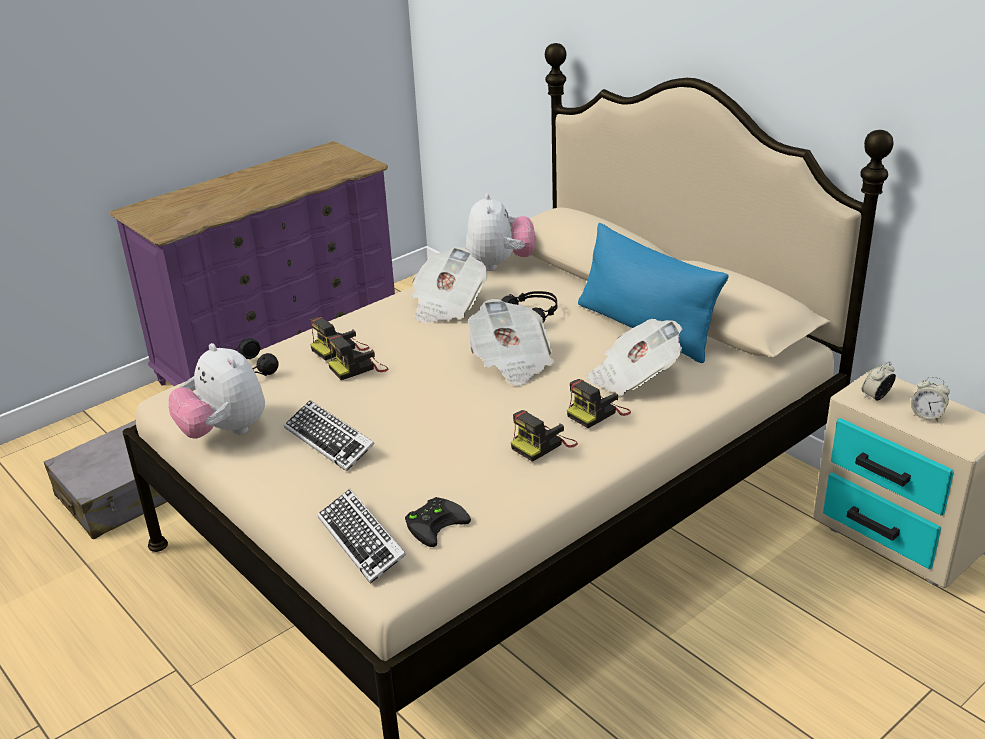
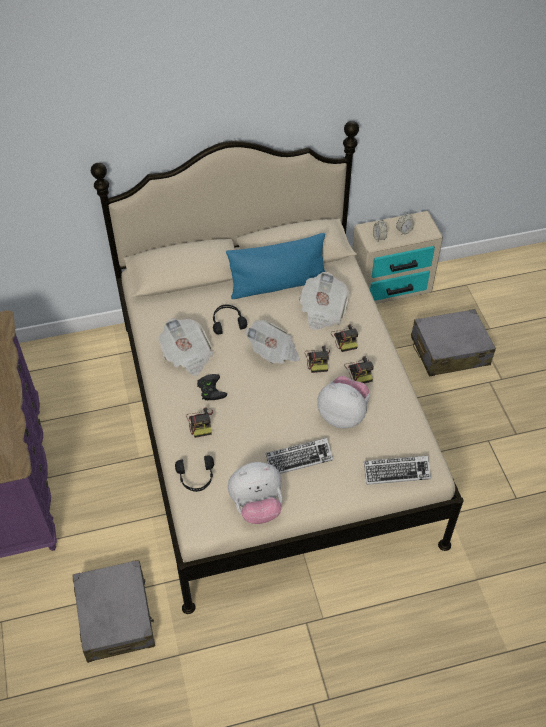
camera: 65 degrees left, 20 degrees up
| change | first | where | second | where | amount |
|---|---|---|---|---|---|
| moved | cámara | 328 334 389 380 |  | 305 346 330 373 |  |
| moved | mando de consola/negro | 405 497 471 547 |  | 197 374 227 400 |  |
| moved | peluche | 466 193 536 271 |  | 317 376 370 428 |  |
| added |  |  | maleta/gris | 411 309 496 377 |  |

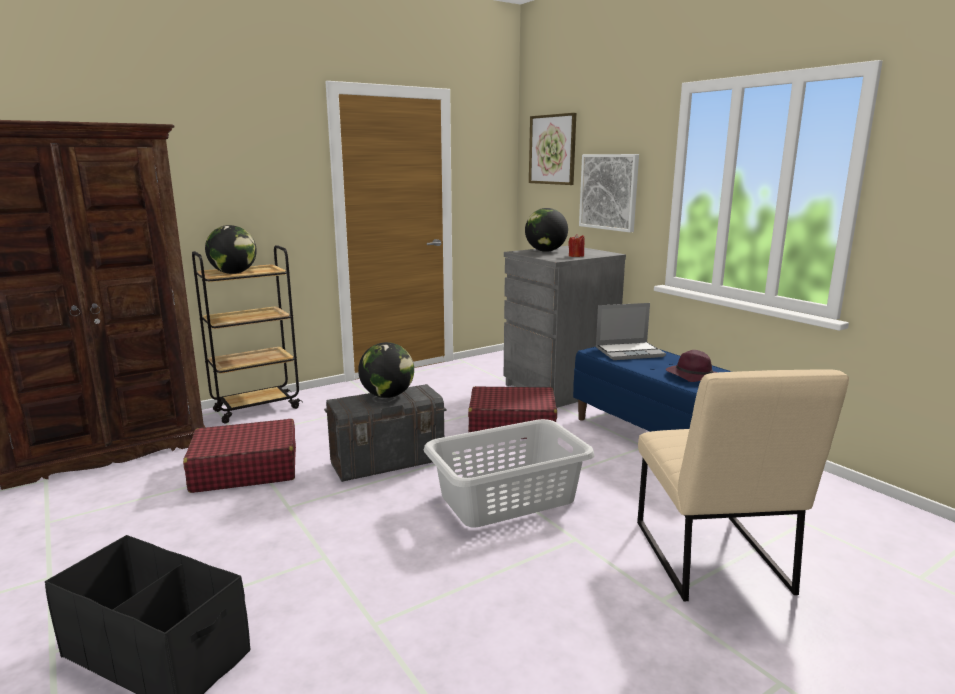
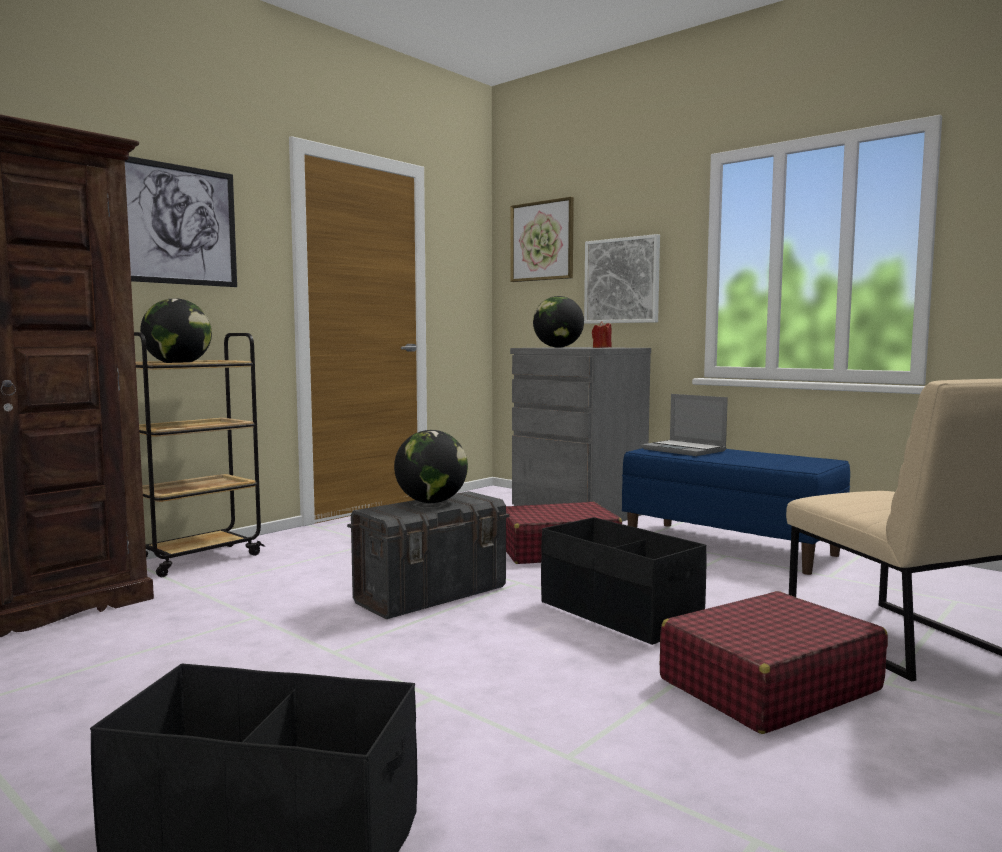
camera: 15 degrees left, 10 degrees down
| change | first | where | second | where | amount |
|---|---|---|---|---|---|
| moved | maleta/rojo | 183 419 296 493 |  | 660 591 888 734 |  |
| replaced | cesto de la ropa/gris | 424 419 595 528 | caja de almacenaje/negro | 541 517 706 645 |  |
| turned | portátil | 595 303 666 360 |  | 641 394 728 456 | 75 degrees clockwise |
| removed | sombrero/morado | 666 350 718 382 |  |  |  |
| added |  |  | cuadro | 125 156 237 287 |  |

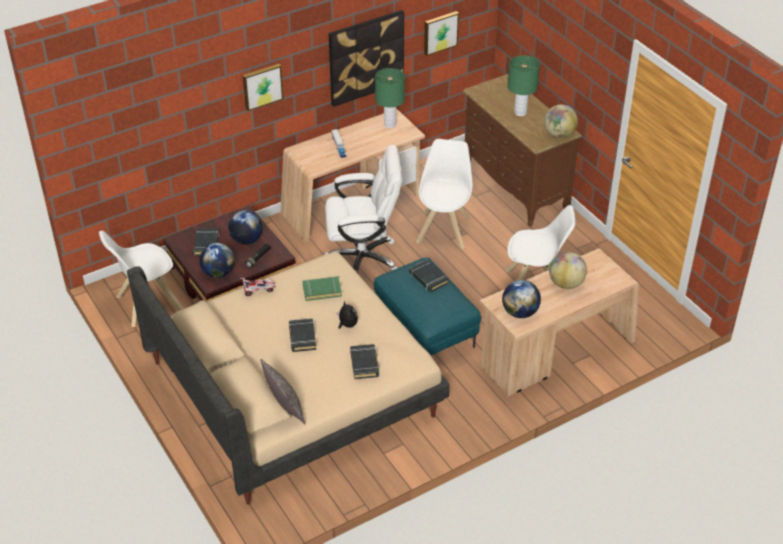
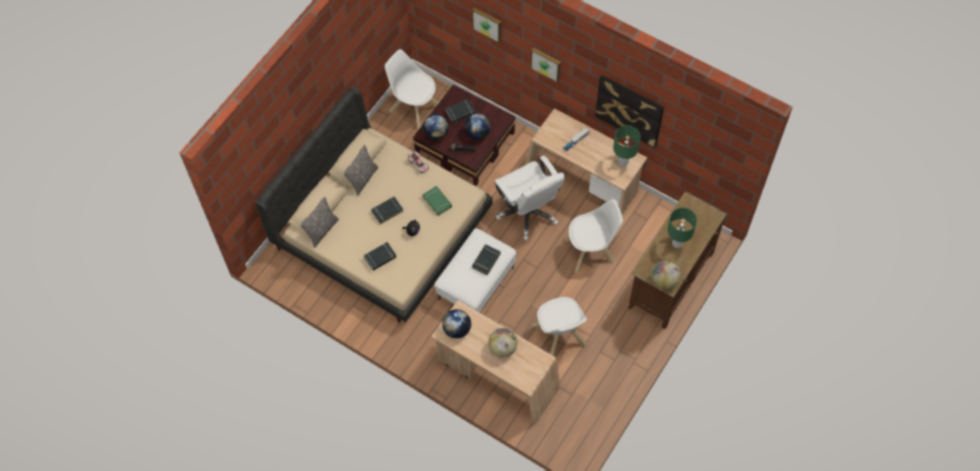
camera: 65 degrees right, 20 degrees up
| change | first | where | second | where | amount |
|---|---|---|---|---|---|
| recoloured | puf/turquesa | 374 258 482 355 | puf/blanco | 434 228 516 313 |  |
| moved | cuadro | 424 11 459 56 |  | 472 7 501 43 |  |
| added |  |  | cojín | 344 145 378 196 |  |

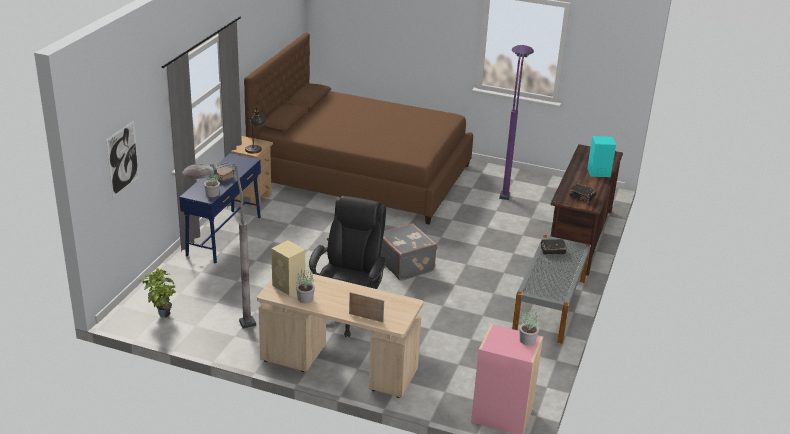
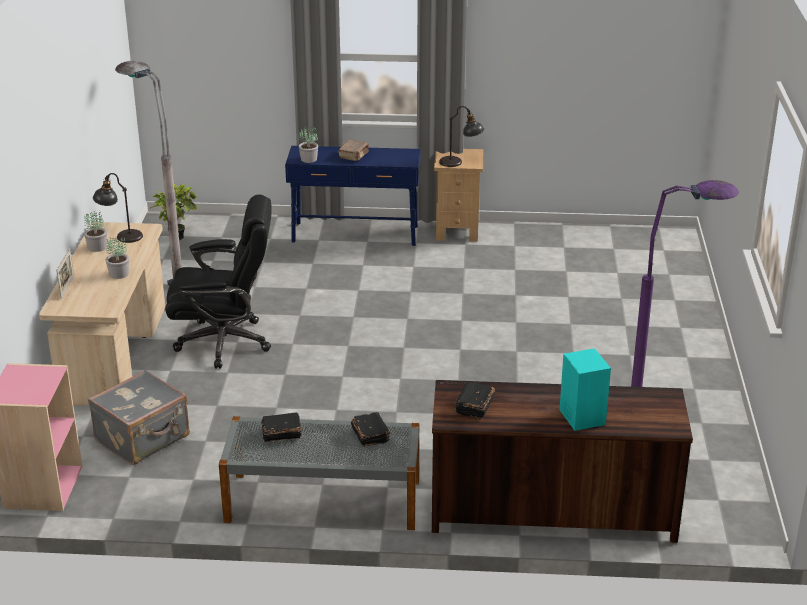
camera: 75 degrees right, 0 degrees up
| change | first | where | second | where | amount |
|---|---|---|---|---|---|
| removed | cuadro | 106 121 139 197 |  |  |  |
| removed | cama/marrón | 244 33 473 224 |  |  |  |
| replaced | altavoz/beis | 271 240 305 296 | lámpara de mesa/gris | 93 173 143 243 |  |
| moved | maleta/gris | 380 223 437 281 |  | 88 370 190 465 |  |
| moved | planta en maceta | 519 309 540 345 |  | 106 238 129 279 |  |
| added |  |  | libro/negro | 262 413 302 442 |  |

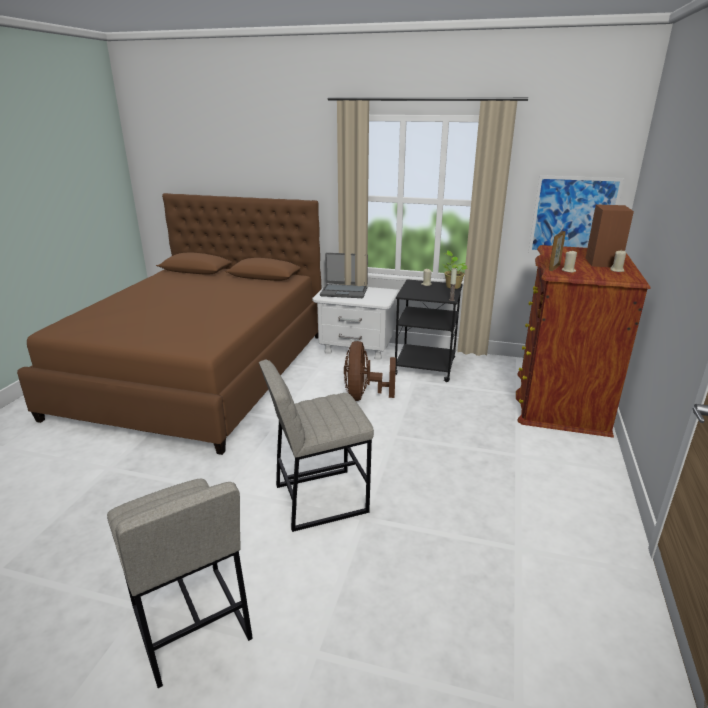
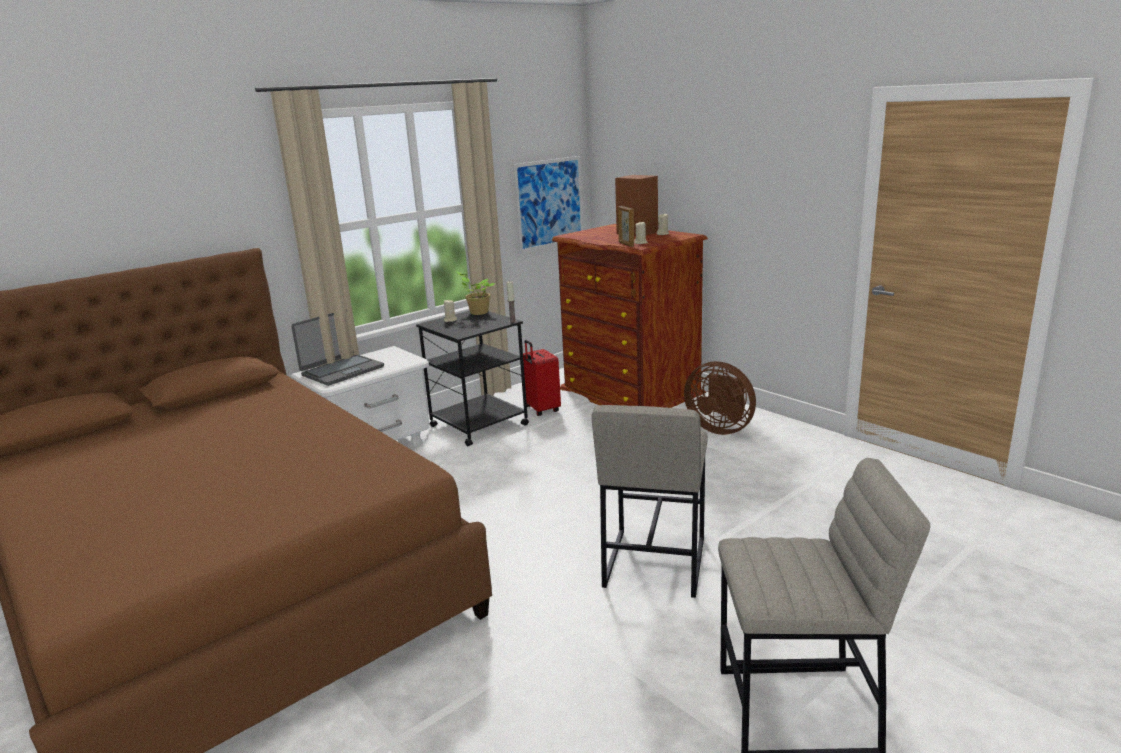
camera: 55 degrees left, 5 degrees down
| change | first | where | second | where | amount |
|---|---|---|---|---|---|
| moved | ventilador/marrón | 344 341 396 401 |  | 684 361 756 435 |  |
| added |  |  | maleta/rojo | 523 340 561 416 |  |

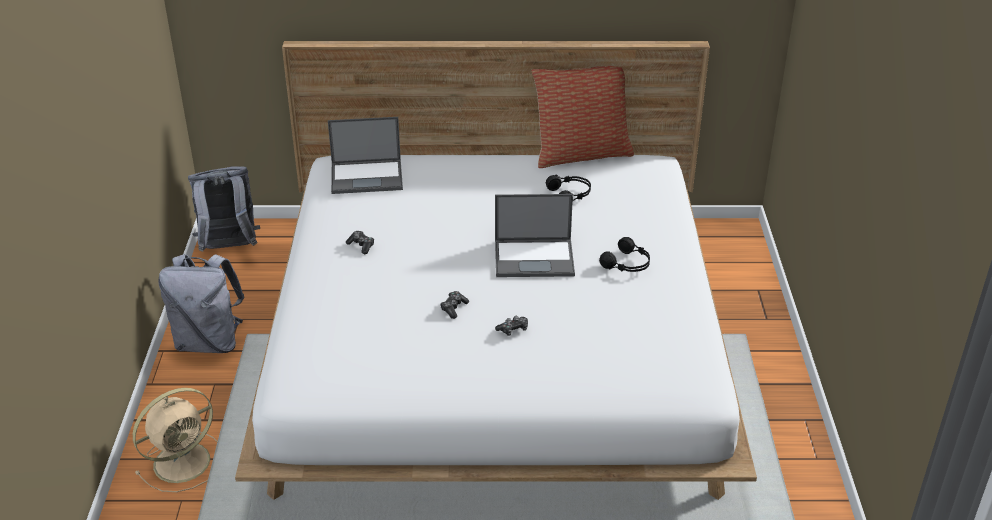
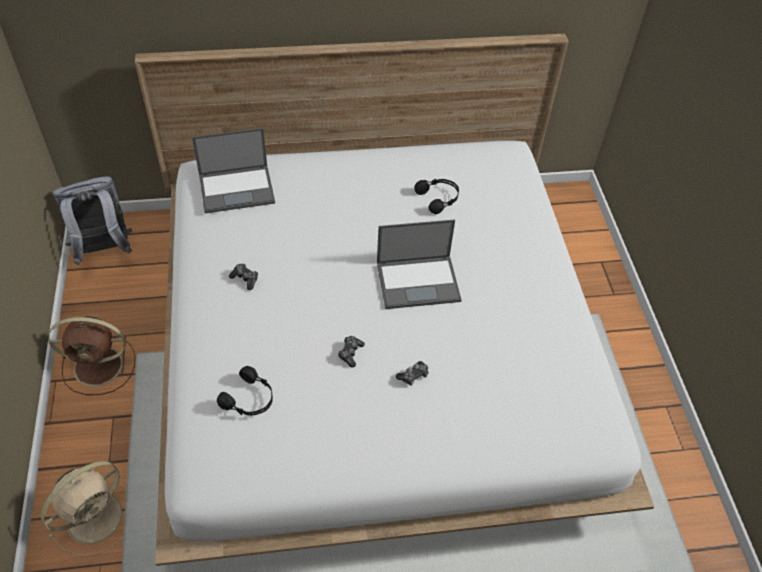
camera: 10 degrees left, 15 degrees up
| change | first | where | second | where | amount |
|---|---|---|---|---|---|
| replaced | mochila/gris | 159 254 245 353 | ventilador/marrón | 48 316 135 395 |  |
| removed | cojín | 531 66 634 168 |  |  |  |
| moved | auriculares/negro | 599 237 650 272 |  | 217 366 273 416 |  |

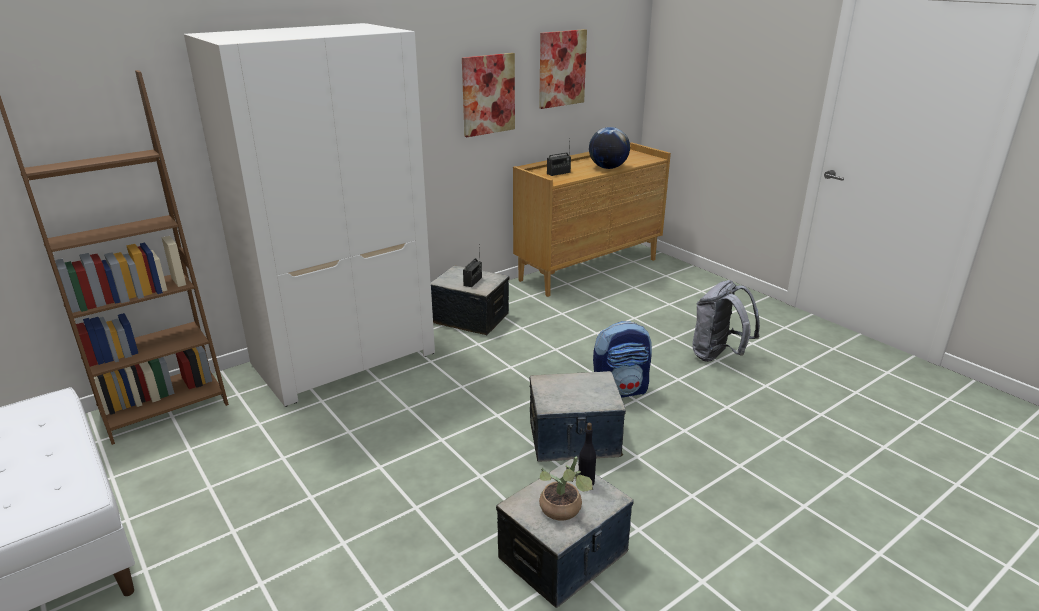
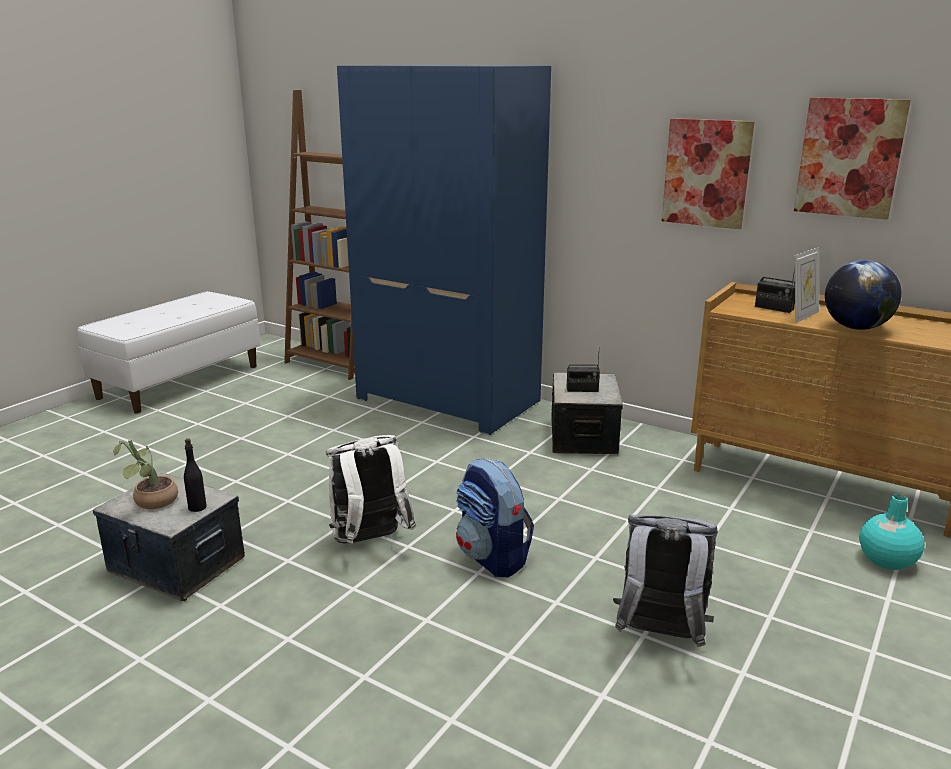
camera: 70 degrees right, 5 degrees down
| change | first | where | second | where | amount |
|---|---|---|---|---|---|
| recoloured | armario ropero/blanco | 184 23 435 407 | armario ropero/azul | 337 65 551 435 |  |
| replaced | caja de almacenaje | 530 371 626 462 | mochila/blanco | 326 435 416 544 |  |
| added |  |  | portarretratos | 795 247 819 323 |  |
| added |  |  | florero/turquesa | 859 494 925 570 |  |

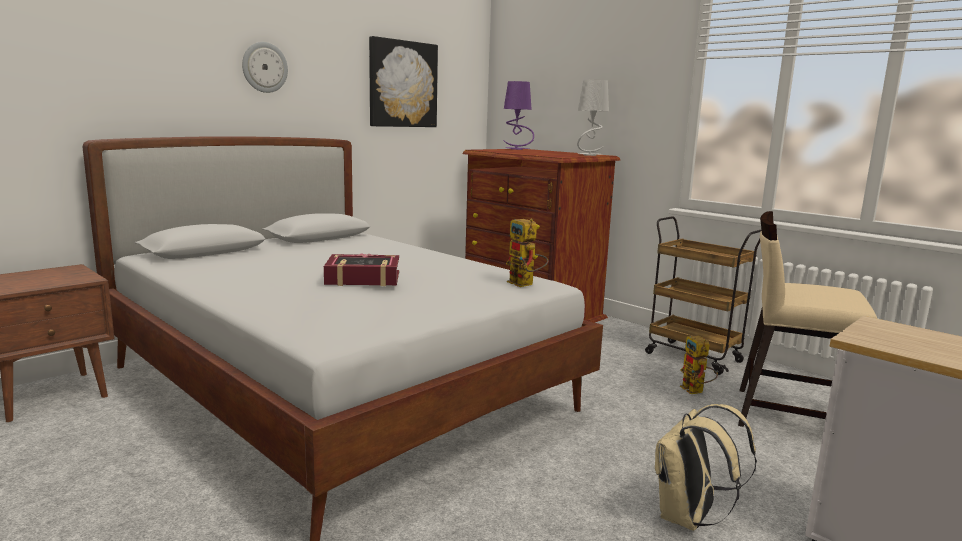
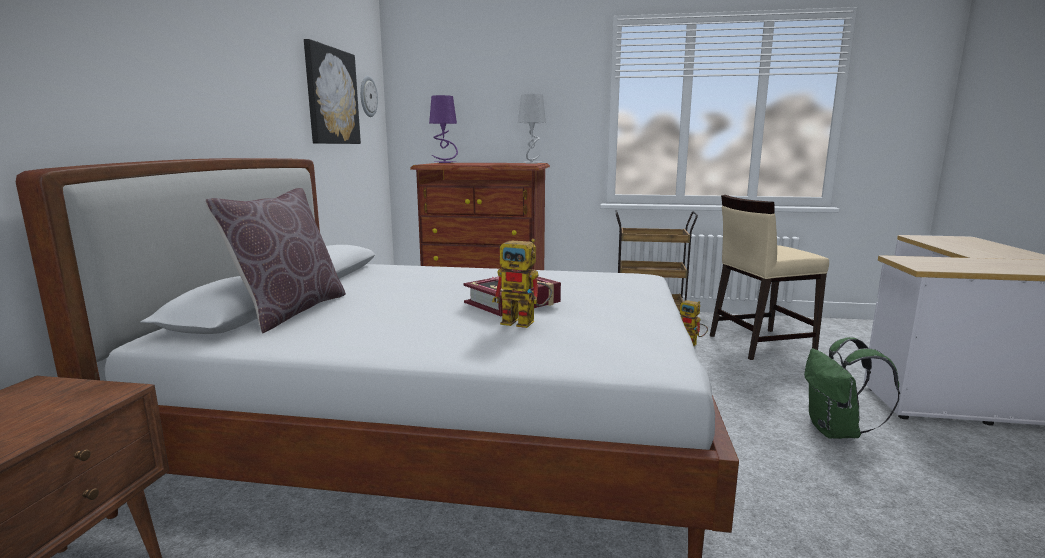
camera: 35 degrees left, 0 degrees up
| change | first | where | second | where | amount |
|---|---|---|---|---|---|
| moved | reloj de pared | 242 42 288 93 |  | 360 76 378 117 |  |
| moved | robot de juguete | 506 219 548 287 |  | 492 239 552 328 |  |
| recoloured | mochila/beis | 655 404 757 531 | mochila/verde | 804 337 900 439 |  |
| added |  |  | cojín/marrón | 205 188 346 333 |  |

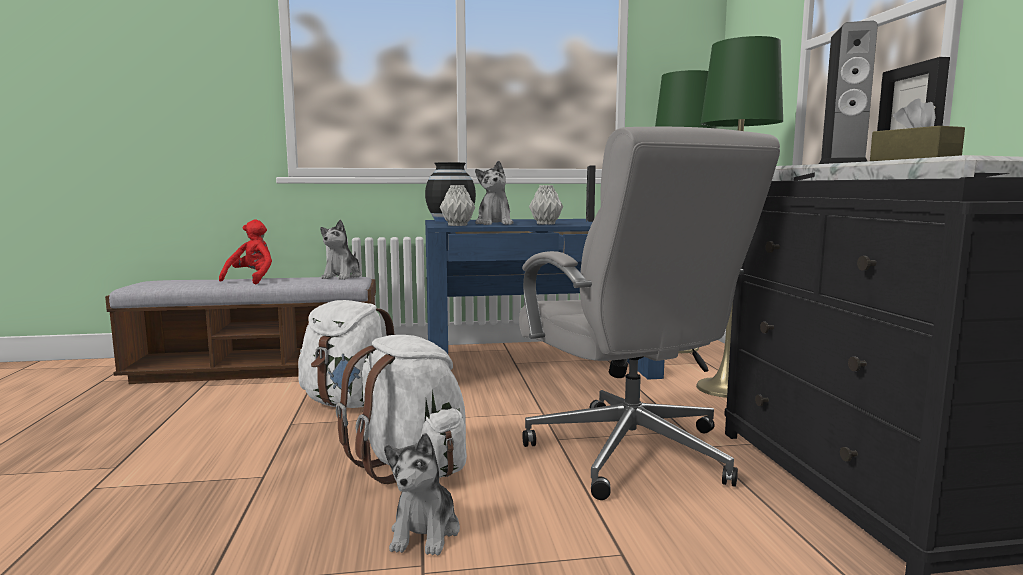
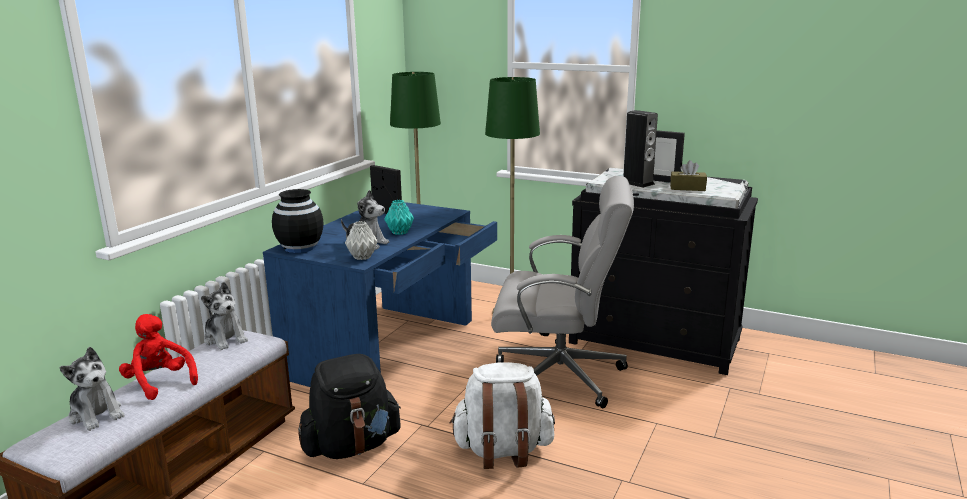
camera: 55 degrees left, 10 degrees up
| change | first | where | second | where | amount |
|---|---|---|---|---|---|
| recoloured | mochila/blanco | 298 300 395 408 | mochila/negro | 298 354 401 459 |  |
| moved | peluche | 384 433 460 556 |  | 59 347 125 431 |  |
| recoloured | florero/gris | 529 185 563 225 | florero/turquesa | 384 200 414 235 |  |

